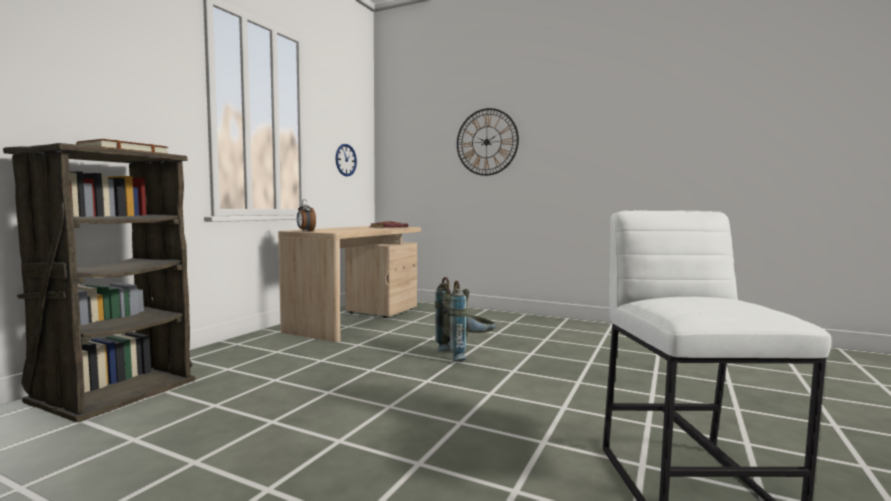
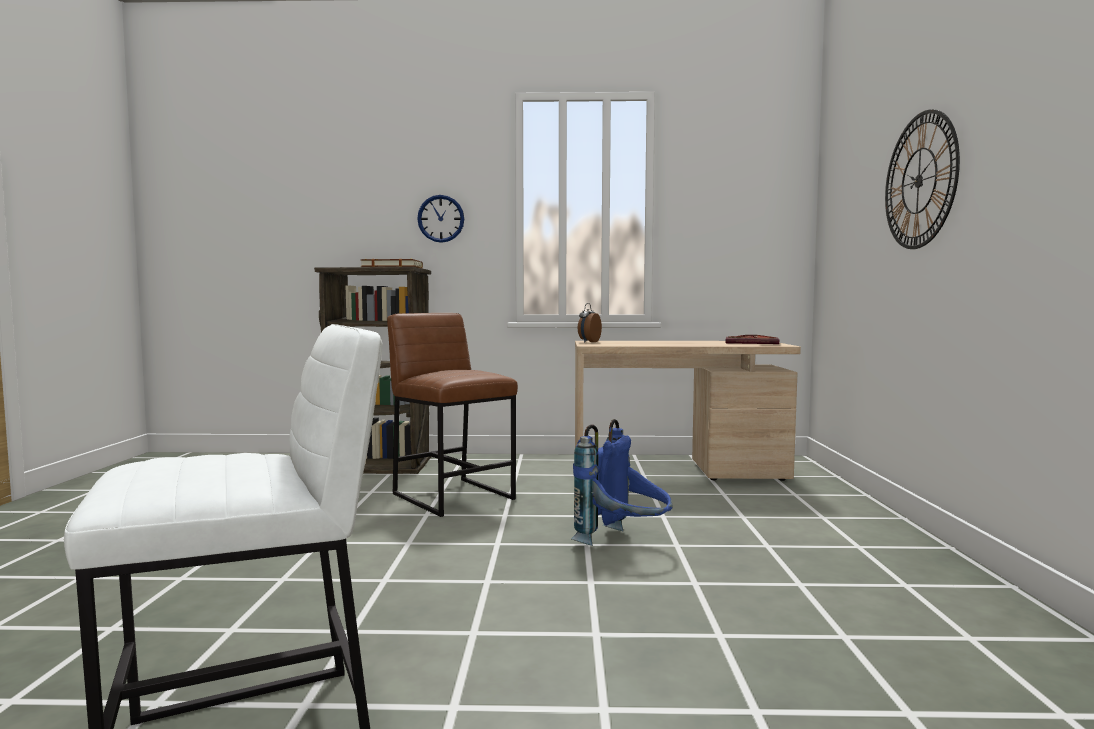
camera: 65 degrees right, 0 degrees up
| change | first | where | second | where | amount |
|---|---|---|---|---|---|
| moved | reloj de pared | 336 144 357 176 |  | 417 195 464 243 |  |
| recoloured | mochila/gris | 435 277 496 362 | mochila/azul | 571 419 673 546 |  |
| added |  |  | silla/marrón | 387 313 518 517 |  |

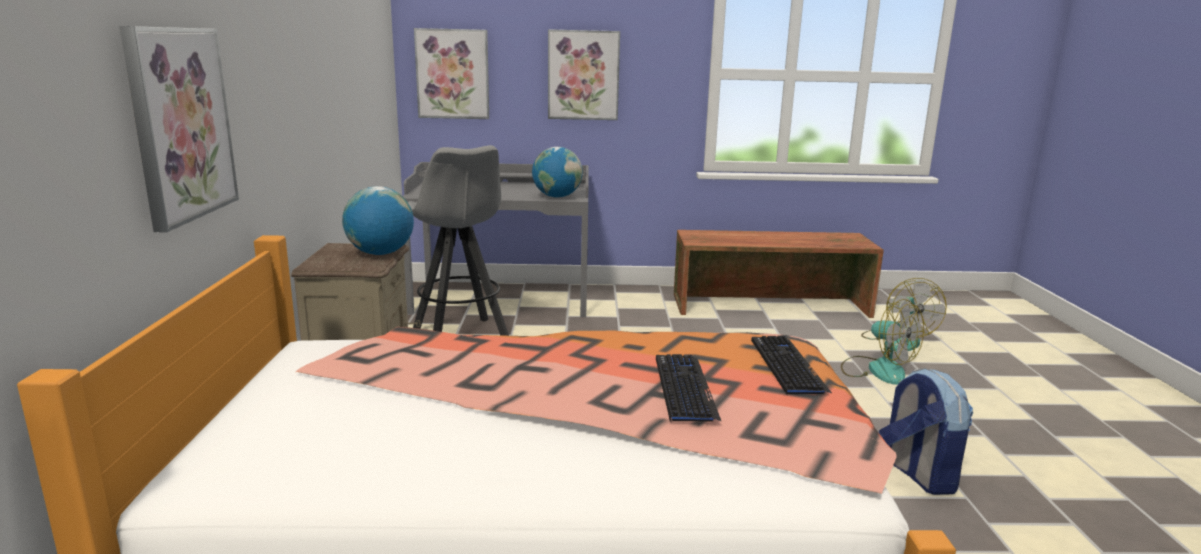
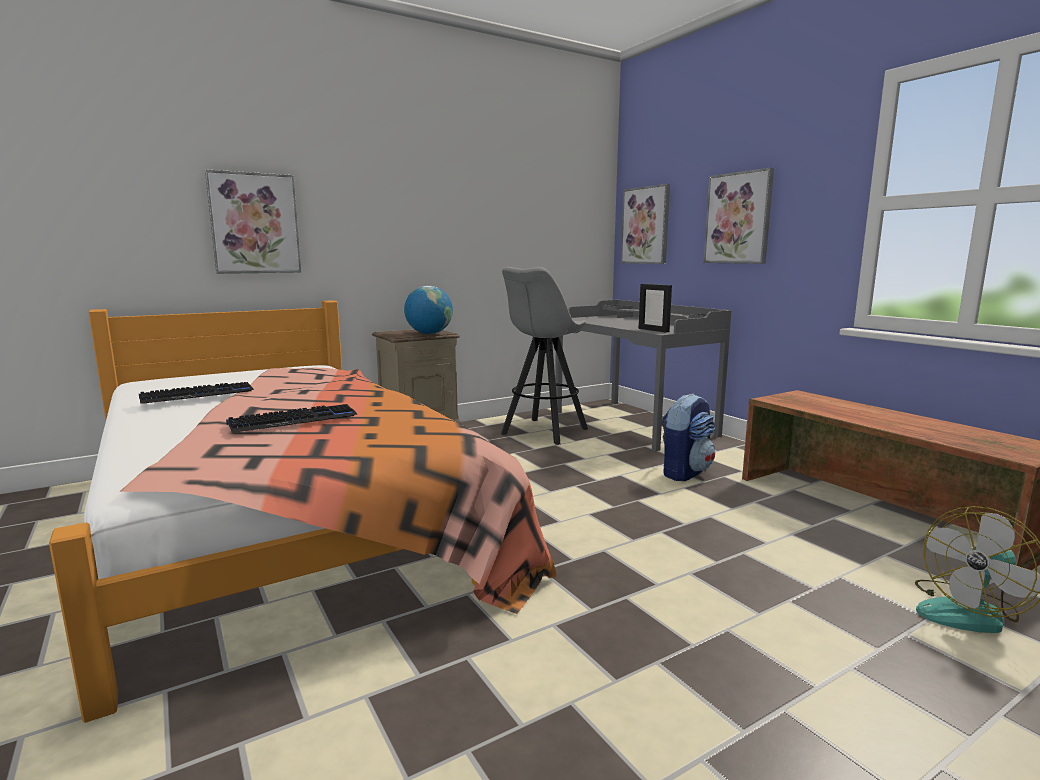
camera: 60 degrees right, 5 degrees down
| change | first | where | second | where | amount |
|---|---|---|---|---|---|
| replaced | globo terráqueo | 532 147 583 198 | portarretratos | 639 284 672 333 |  |
| moved | teclado | 751 336 832 396 |  | 139 382 254 404 |  |
| removed | ventilador | 841 299 924 385 |  |  |  |
| moved | mochila | 879 368 973 495 |  | 661 394 715 481 |  |

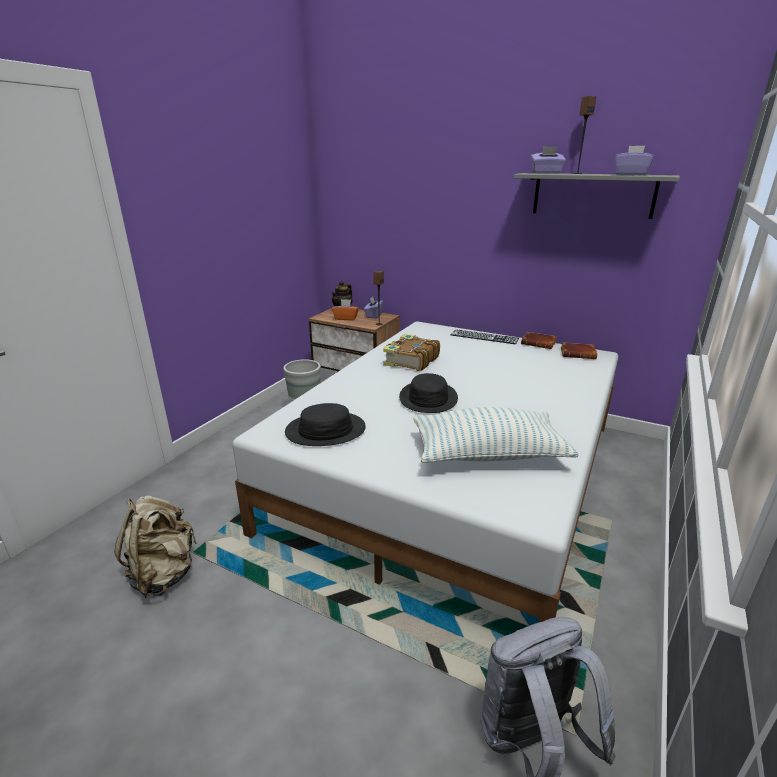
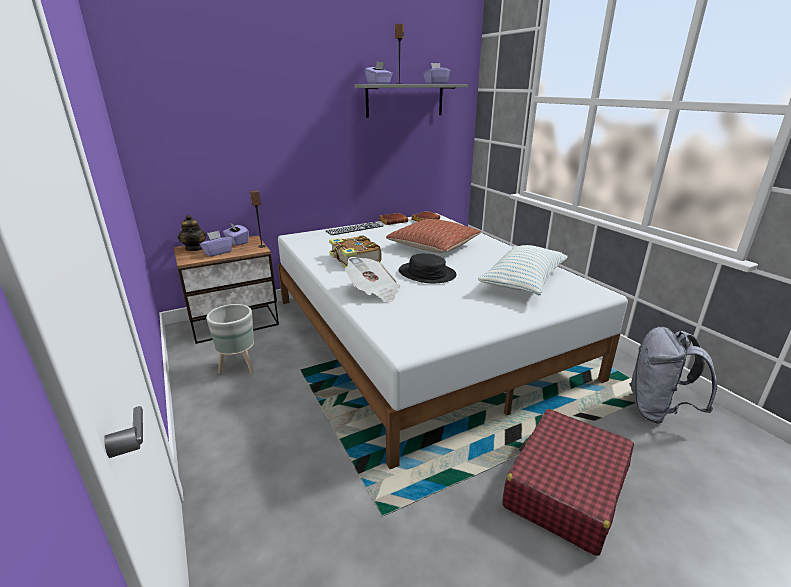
camera: 55 degrees left, 0 degrees up
| change | first | where | second | where | amount |
|---|---|---|---|---|---|
| removed | mochila/beis | 115 495 197 598 |  |  |  |
| removed | sombrero/negro | 285 403 366 446 |  |  |  |
| recoloured | caja de pañuelos/naranja | 332 299 359 321 | caja de pañuelos/morado | 200 231 233 257 |  |
| added |  |  | periódico | 345 257 400 302 |  |
| added |  |  | cojín | 386 219 481 253 |  |
| added |  |  | maleta/rojo | 502 409 634 556 |  |

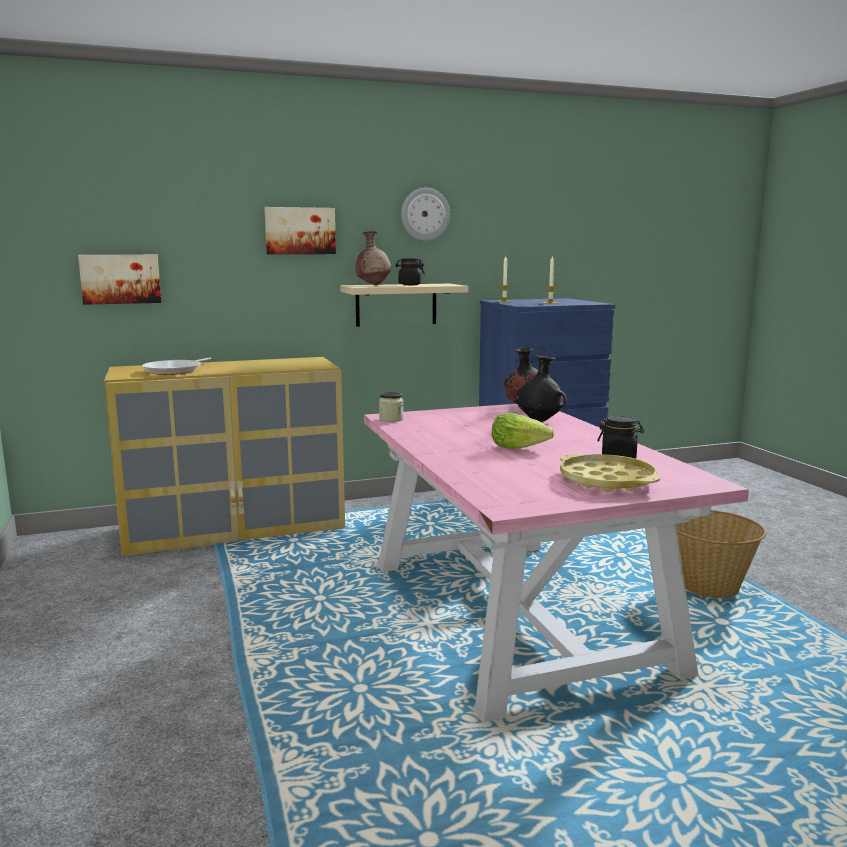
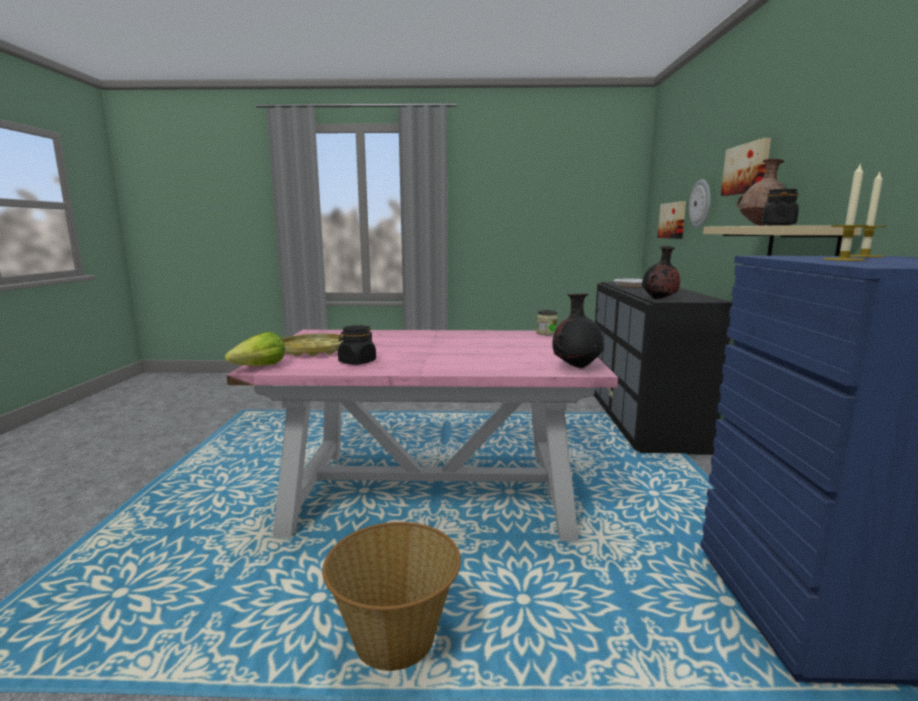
camera: 110 degrees right, 0 degrees up
| change | first | where | second | where | amount |
|---|---|---|---|---|---|
| recoloured | armario/amarillo | 104 357 345 556 | armario/negro | 594 282 732 455 |  |
| moved | reloj de pared | 401 188 450 241 |  | 689 179 711 228 |  |
| moved | lechuga | 492 413 554 448 |  | 225 332 285 366 |  |
| moved | florero/negro | 515 356 567 422 |  | 642 246 680 299 |  |

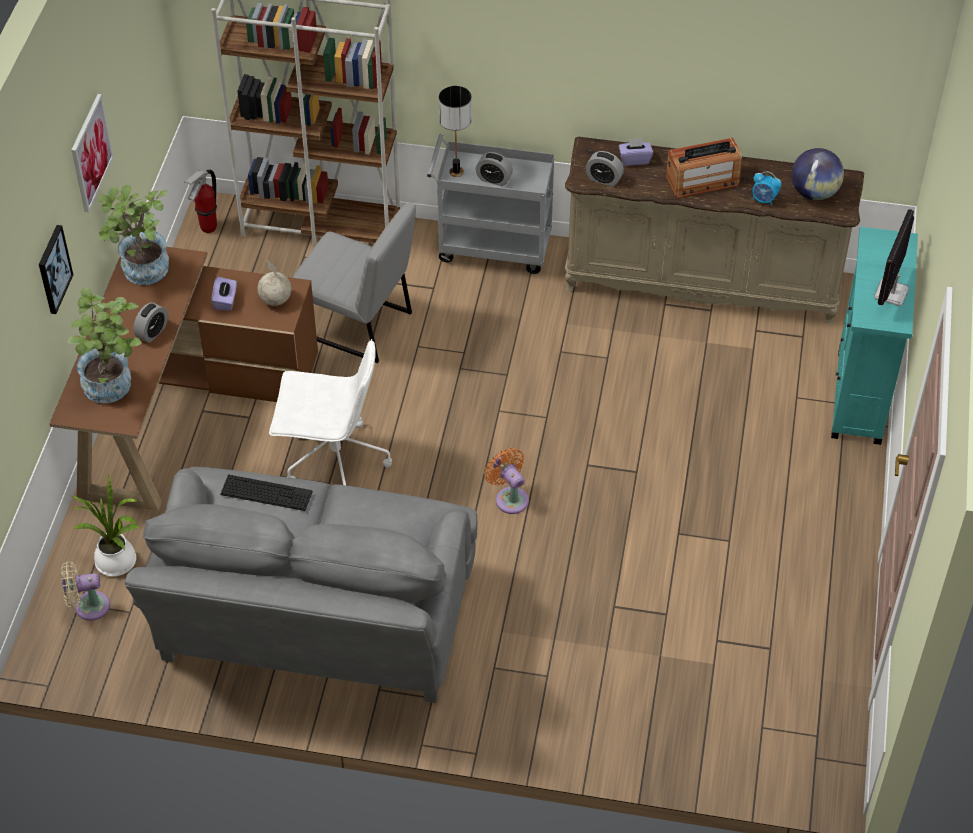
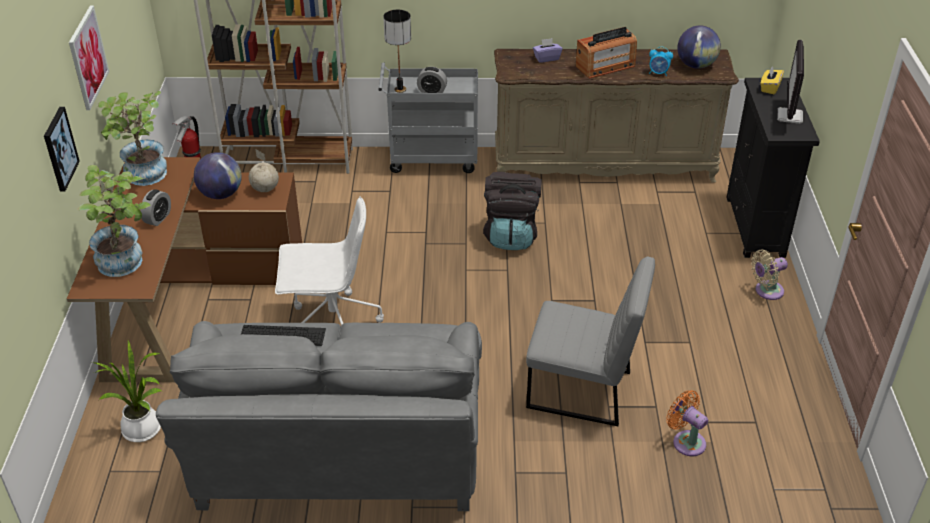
camera: 10 degrees left, 10 degrees down
| change | first | where | second | where | amount |
|---|---|---|---|---|---|
| moved | ventilador/beis | 61 561 110 621 |  | 751 250 788 300 |  |
| replaced | caja de pañuelos/morado | 212 277 237 311 | globo terráqueo | 194 152 242 199 |  |
| moved | silla/gris | 292 203 416 363 |  | 526 256 655 426 |  |
| moved | ventilador/naranja | 484 448 529 514 |  | 666 390 708 456 |  |
| removed | despertador | 586 151 624 187 |  |  |  |
| recoloured | armario/turquesa | 831 227 918 445 | armario/negro | 726 78 820 258 |  |
| added |  |  | mochila/negro | 483 172 542 250 |  |
| added |  |  | caja de pañuelos/amarillo | 761 66 784 94 |  |

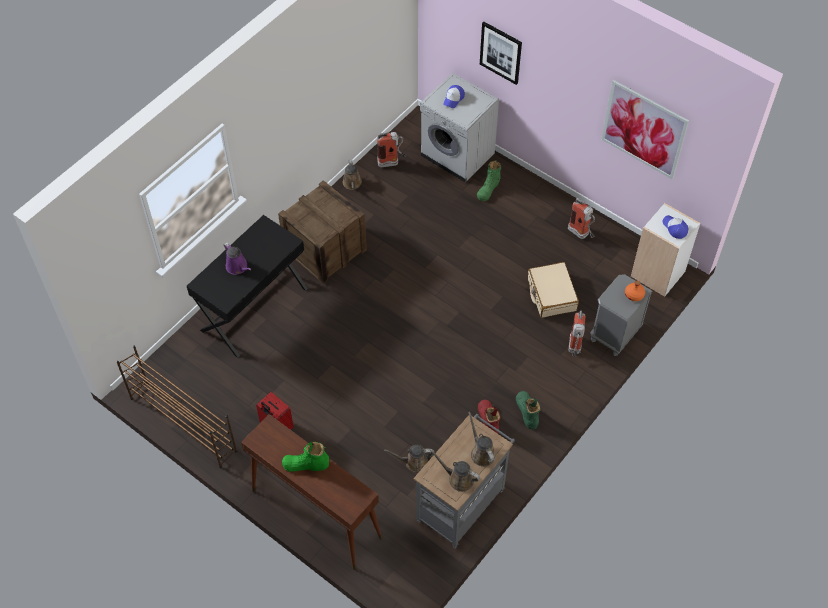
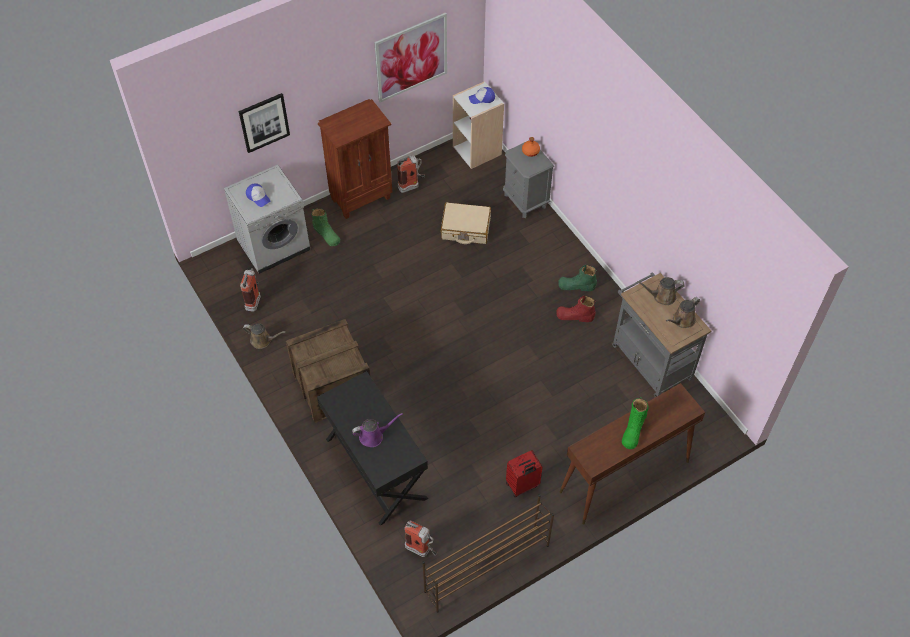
camera: 70 degrees left, 0 degrees up
| change | first | where | second | where | amount |
|---|---|---|---|---|---|
| removed | regadera/marrón | 384 445 434 472 |  |  |  |
| moved | extintor | 568 311 585 357 |  | 405 521 438 557 |  |
| added |  |  | armario/marrón | 318 99 392 219 |  |

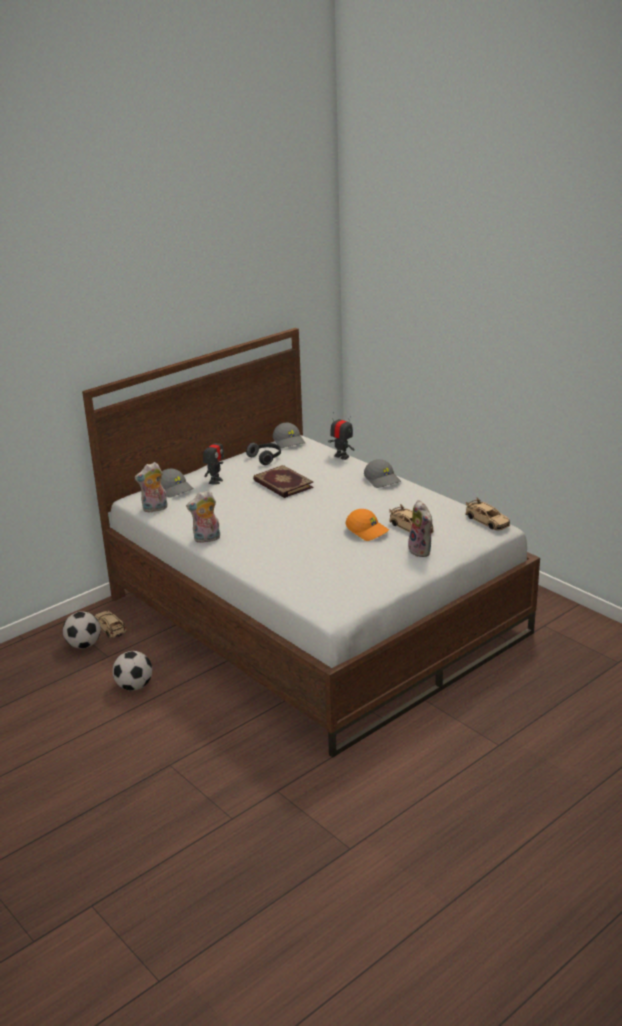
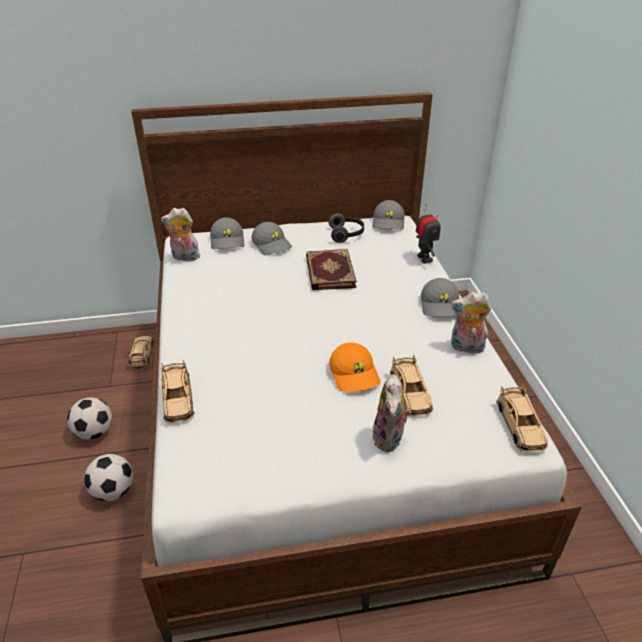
camera: 30 degrees right, 10 degrees up
| change | first | where | second | where | amount |
|---|---|---|---|---|---|
| moved | balón de fútbol | 63 611 101 649 |  | 84 454 133 501 |  |
| moved | peluche | 186 490 220 543 |  | 451 292 491 353 |  |
| replaced | robot de juguete | 203 434 224 485 | gorra/gris | 251 222 292 255 |  |
| added |  |  | coche de juguete/beis | 161 360 195 423 |  |

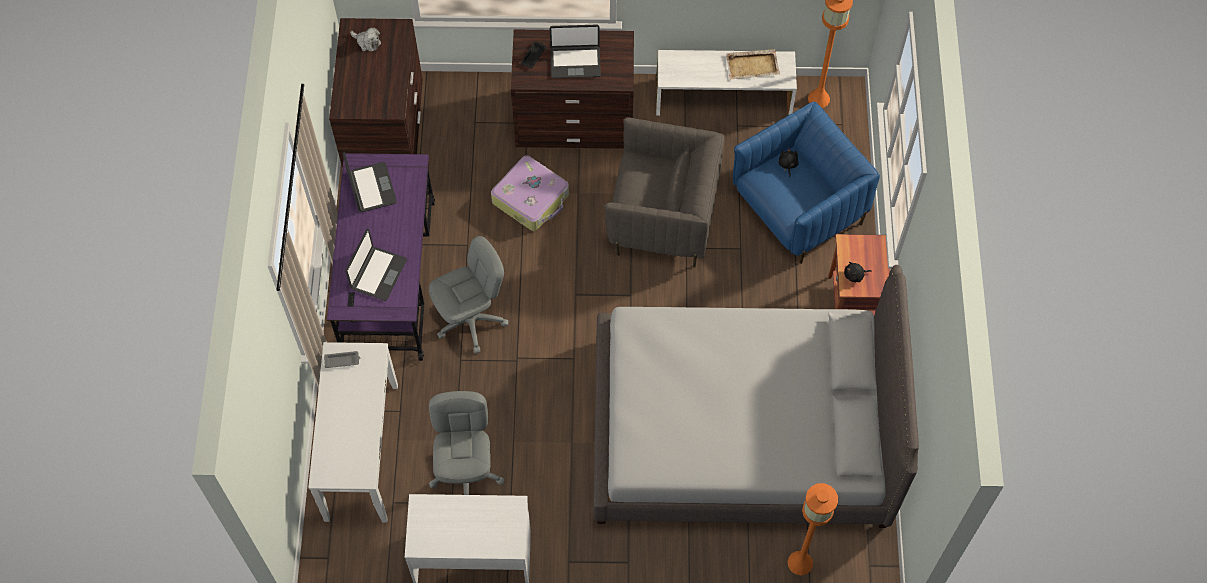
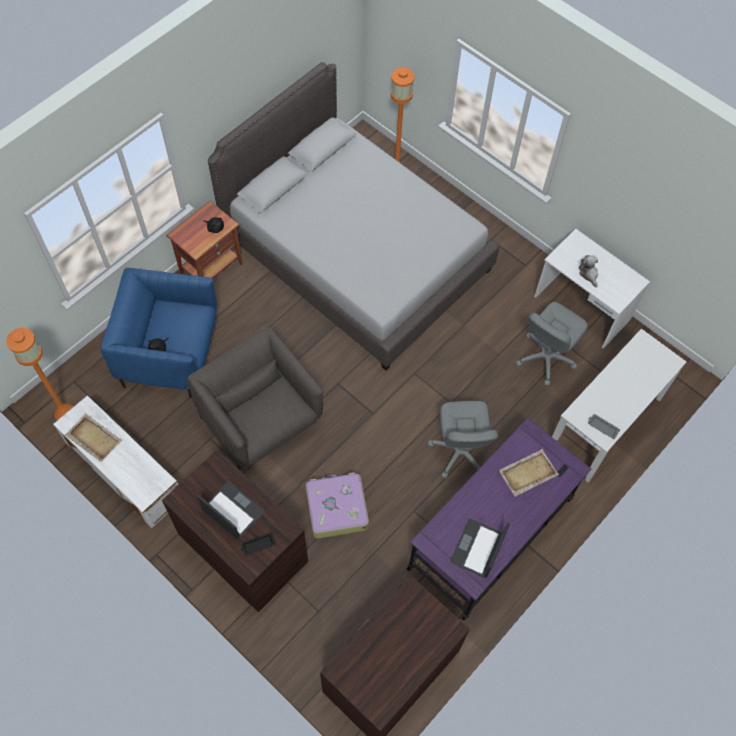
camera: 140 degrees left, 0 degrees up
| change | first | where | second | where | amount |
|---|---|---|---|---|---|
| replaced | portátil | 345 229 407 301 | bandeja/beis | 499 449 559 497 |  |
| moved | peluche | 350 27 381 52 |  | 579 255 598 287 |  |
| turned | silla de oficina/gris | 429 236 509 354 |  | 427 401 498 478 | 105 degrees counterclockwise |

